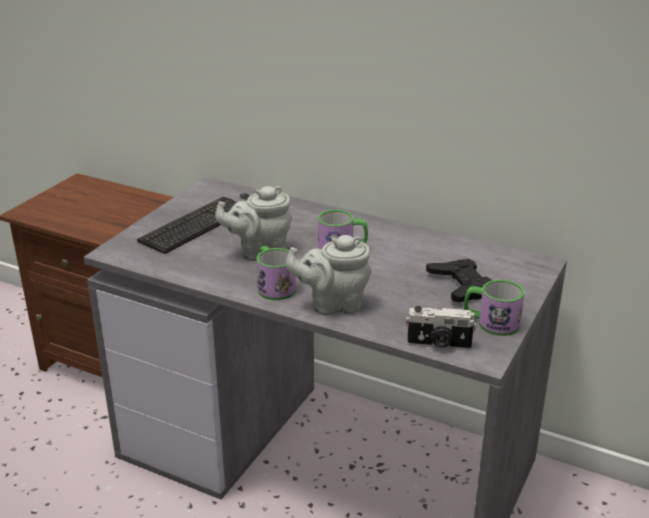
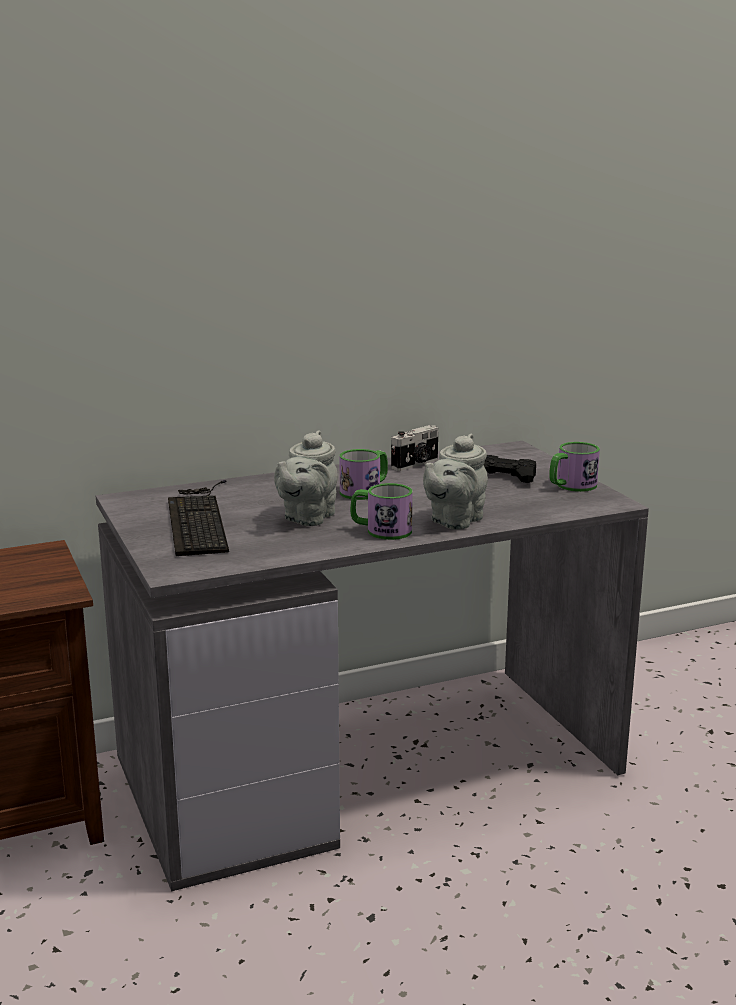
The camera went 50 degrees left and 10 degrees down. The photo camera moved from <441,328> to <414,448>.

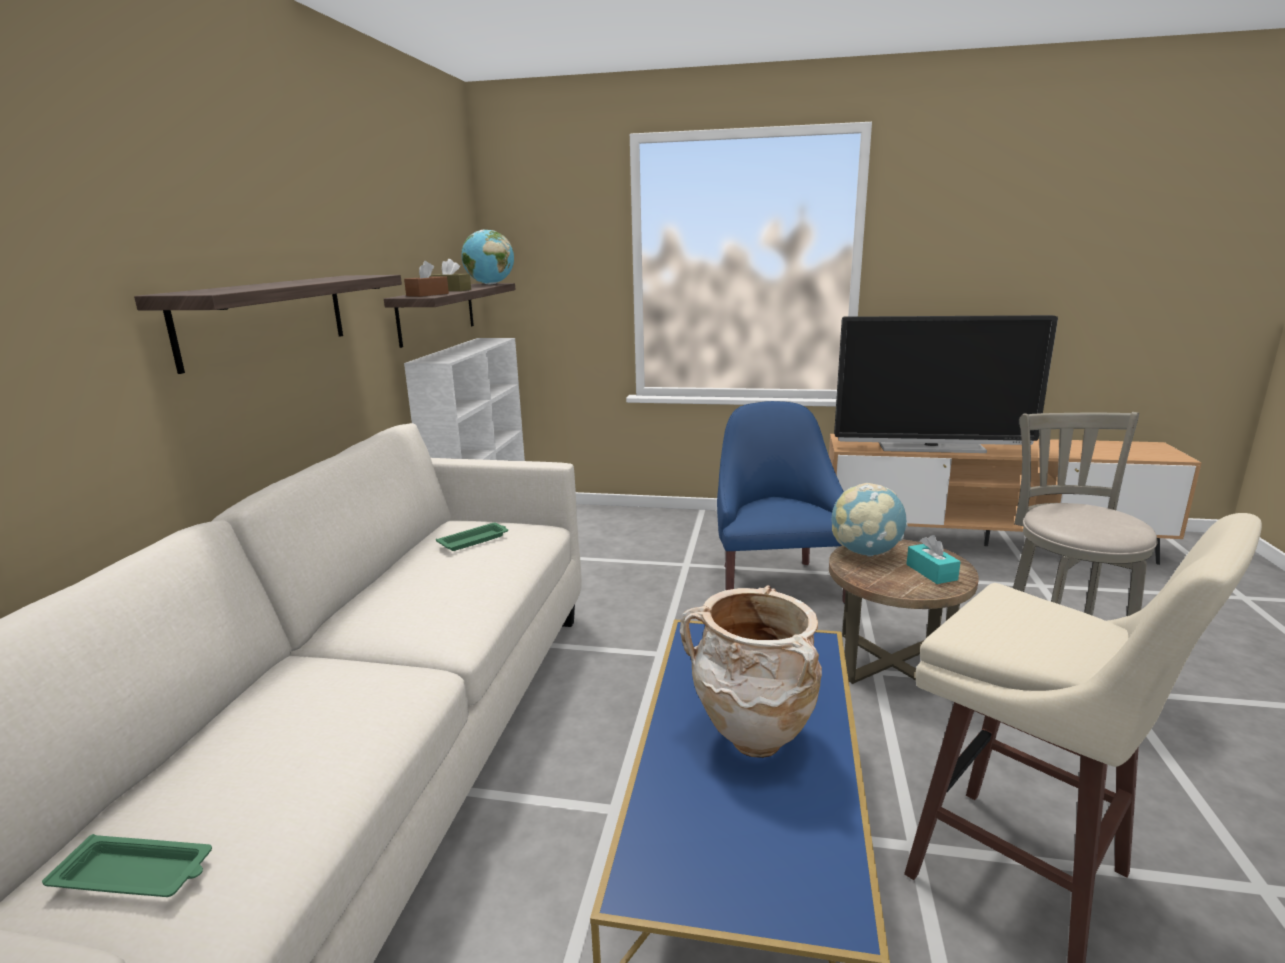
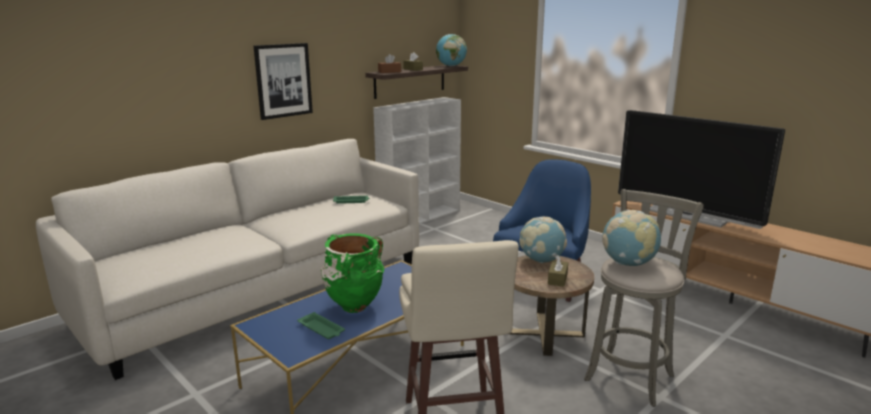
The camera went 35 degrees right and 0 degrees up. The tray (green) moved from <127,865> to <321,325>. The shelf at <268,324> was replaced by the picture at <283,81>. The vase (beige) at <751,671> became the vase (green) at <352,273>. The tissue box (turquoise) at <933,559> became the tissue box (brown) at <558,271>. The globe at <631,238> appeared.

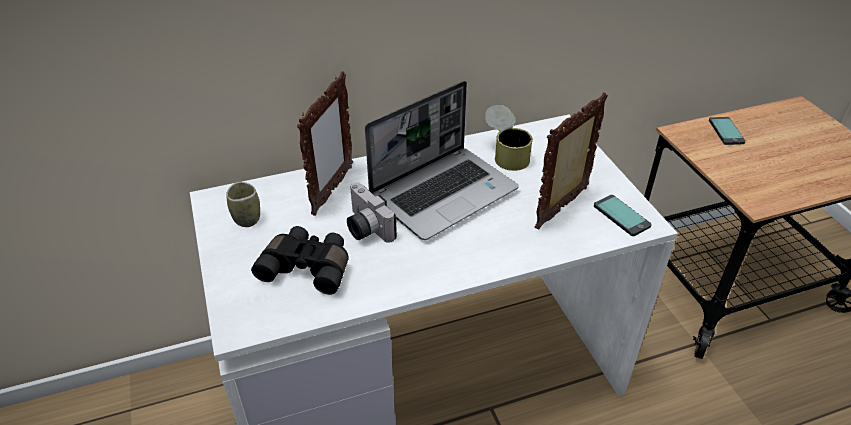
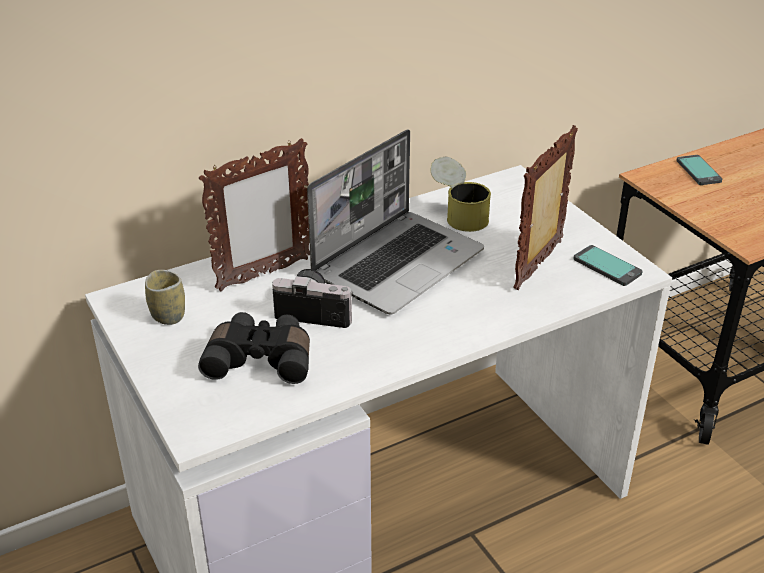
The camera went 10 degrees left and 5 degrees down. The picture frame at <325,143> turned 45 degrees clockwise. The photo camera at <372,213> turned 150 degrees clockwise.

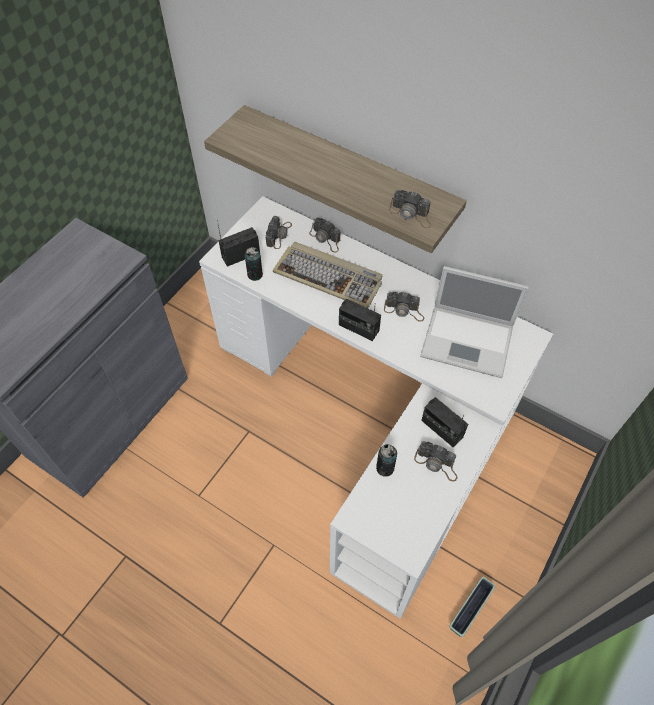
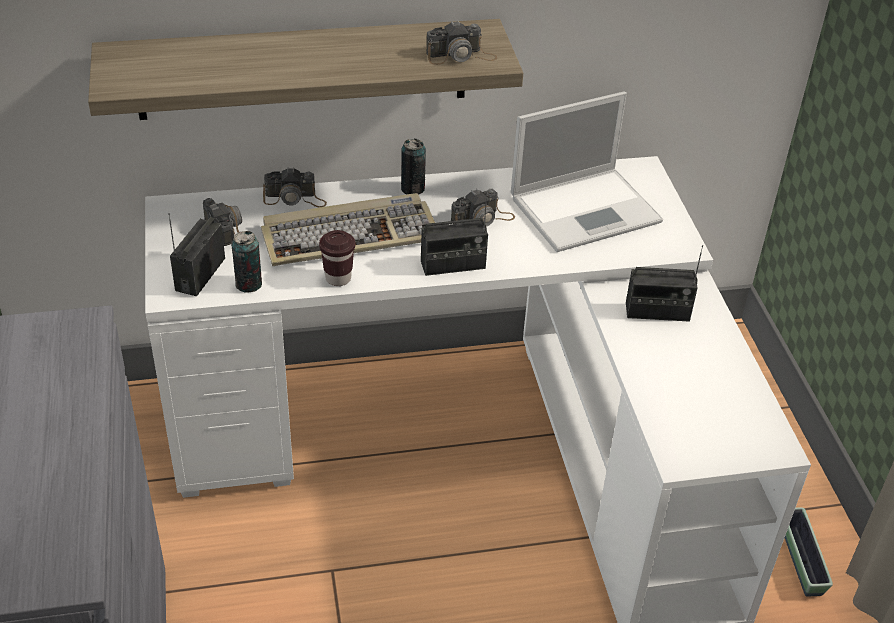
The camera went 45 degrees left and 15 degrees down. The can moved from <386,460> to <413,166>. The photo camera at <436,461> disappeared. The cup (brown) at <337,258> appeared.

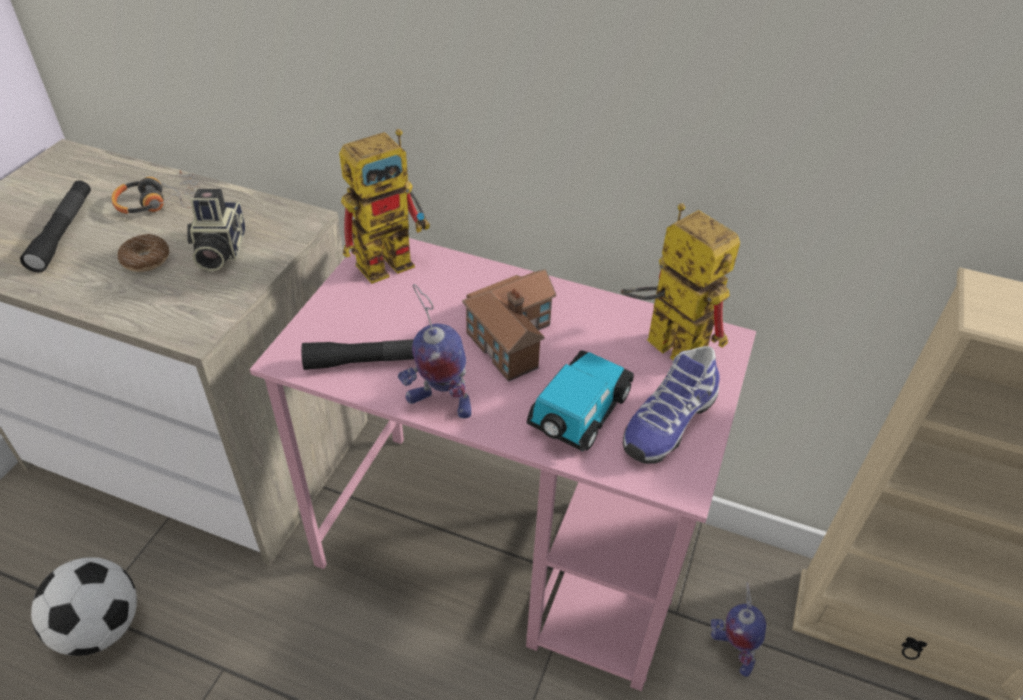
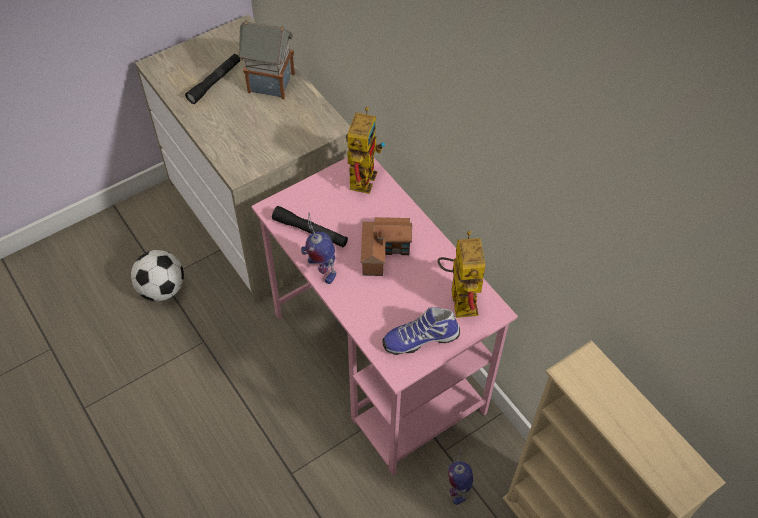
The camera went 35 degrees right and 10 degrees up. The headphones at <156,192> was replaced by the toy house at <266,59>. The donut at <143,253> disappeared. The photo camera at <216,230> disappeared. The toy robot at <384,206> turned 75 degrees counterclockwise. The toy car at <580,400> disappeared.

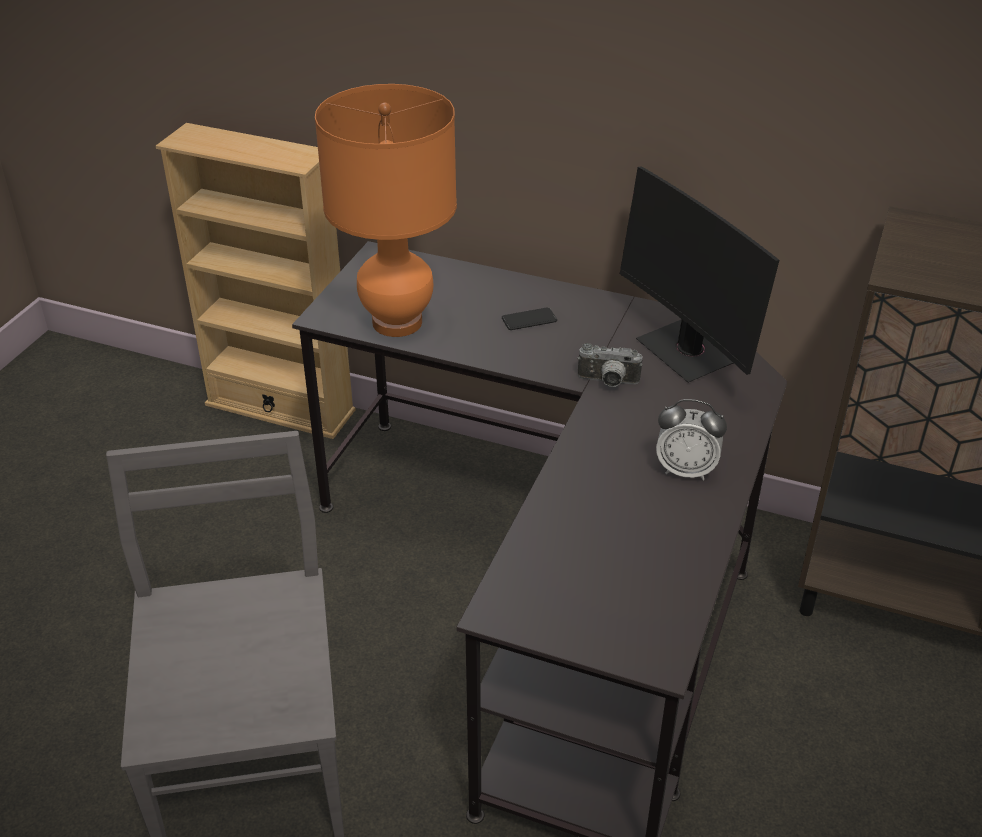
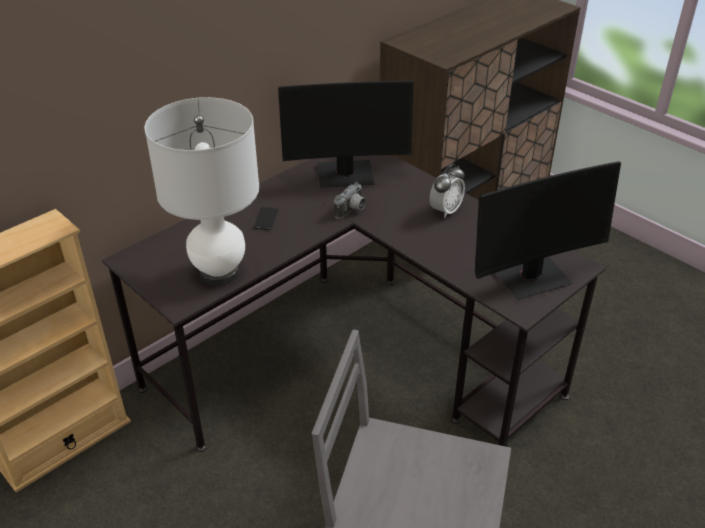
The camera went 65 degrees left and 0 degrees up. The table lamp (orange) at <386,210> became the table lamp (white) at <201,191>. The monitor at <548,230> appeared.

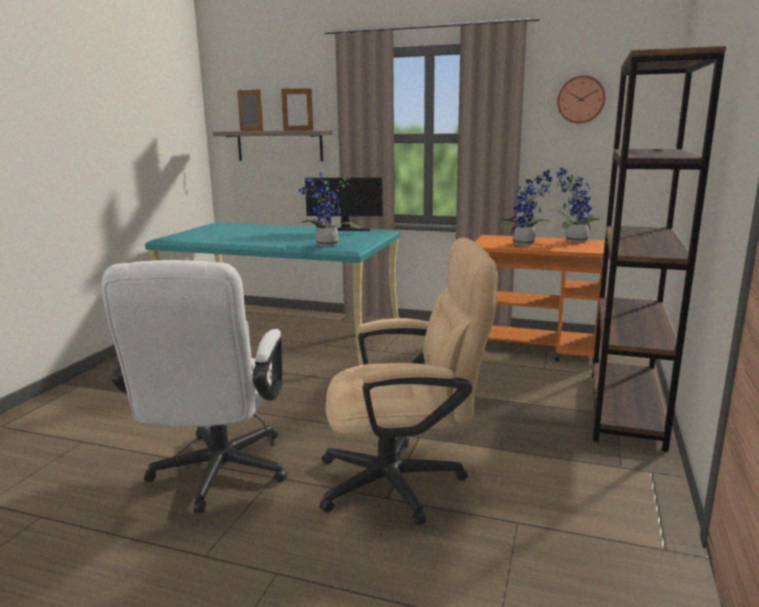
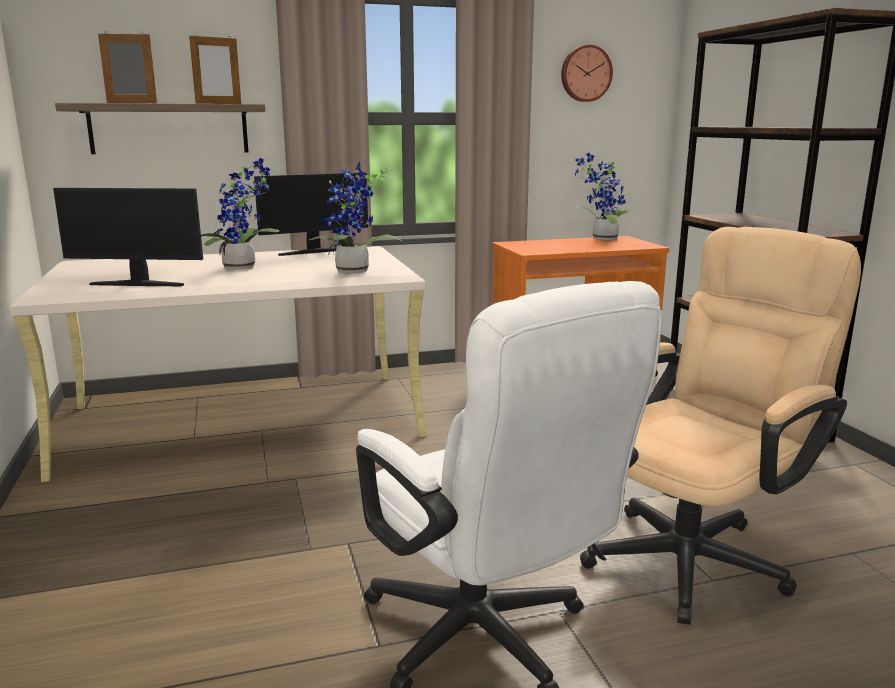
The camera went 35 degrees left and 0 degrees up. The desk (turquoise) at <272,293> became the desk (beige) at <217,364>. The potted plant moved from <526,208> to <240,214>. The monitor at <128,237> appeared.

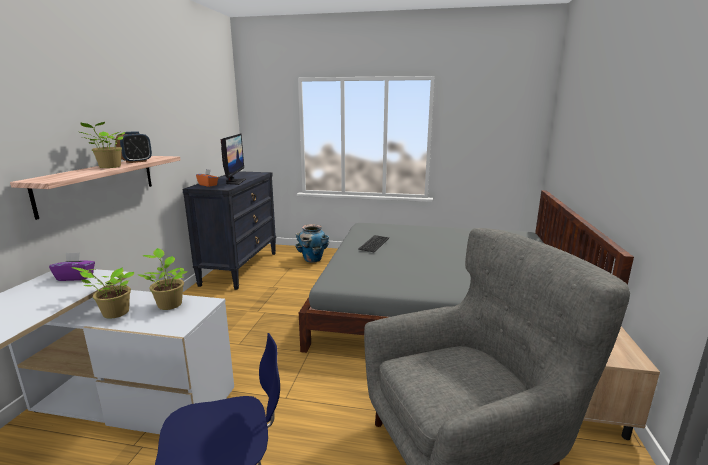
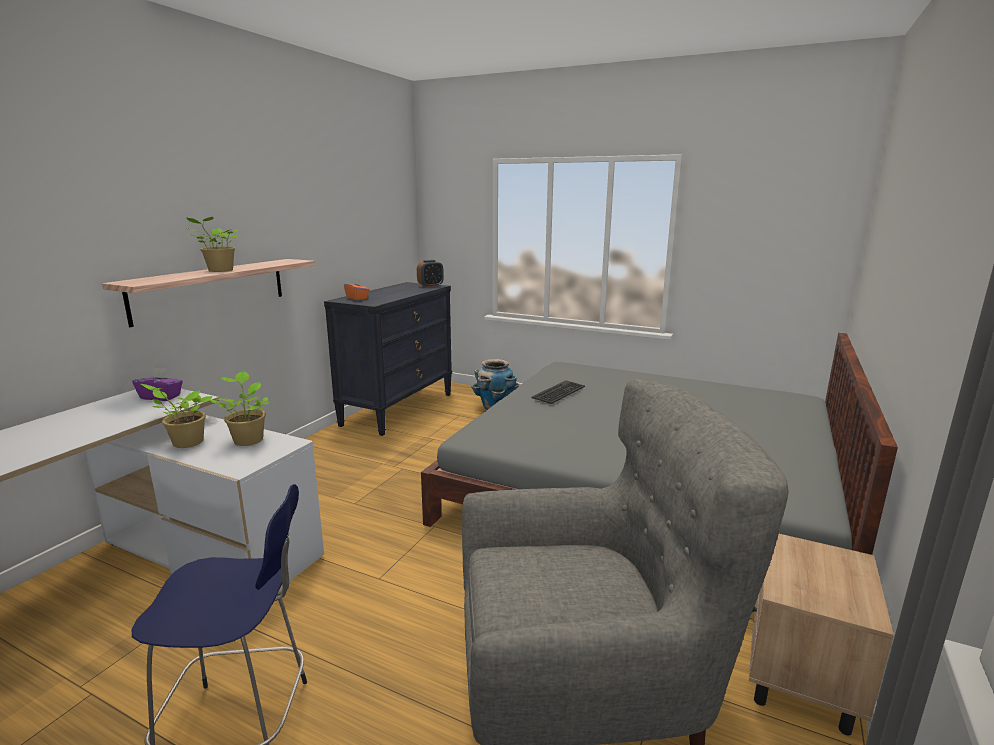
The camera went 15 degrees right and 0 degrees up. The alarm clock moved from <133,147> to <430,273>. The monitor at <233,159> disappeared.

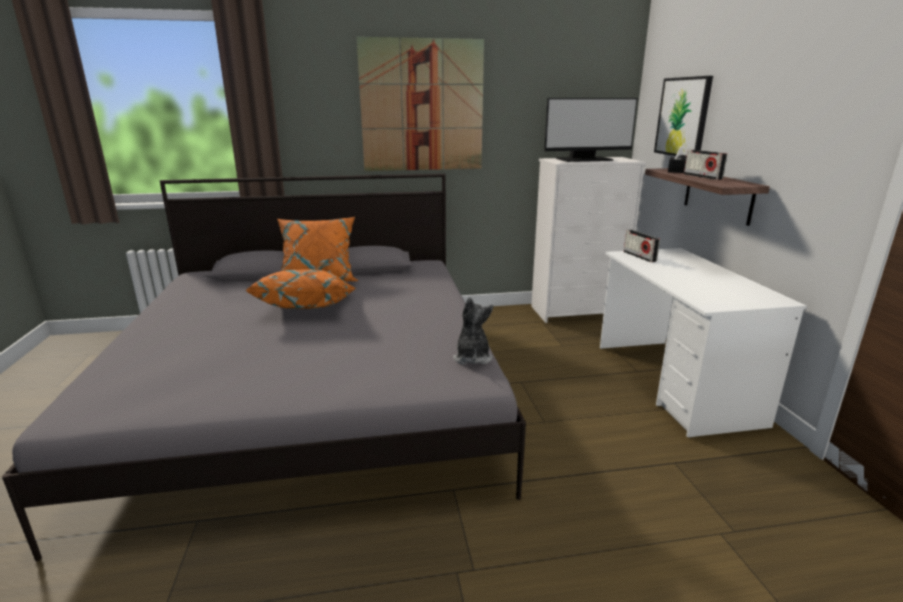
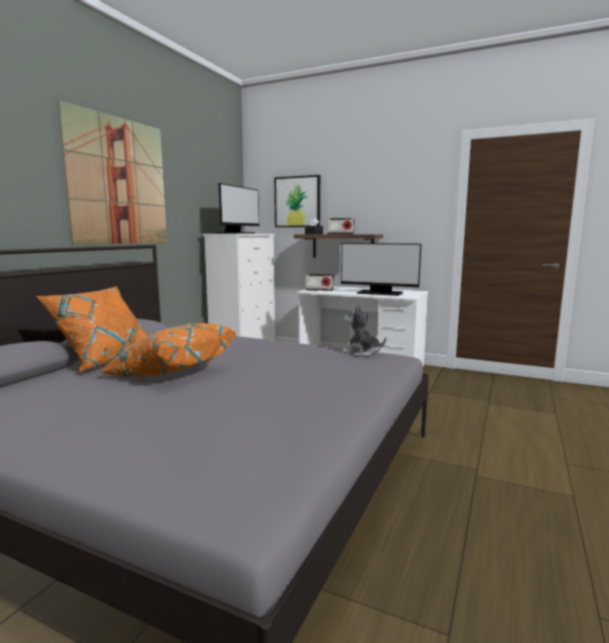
The camera went 55 degrees left and 10 degrees down. The monitor at <381,269> appeared.

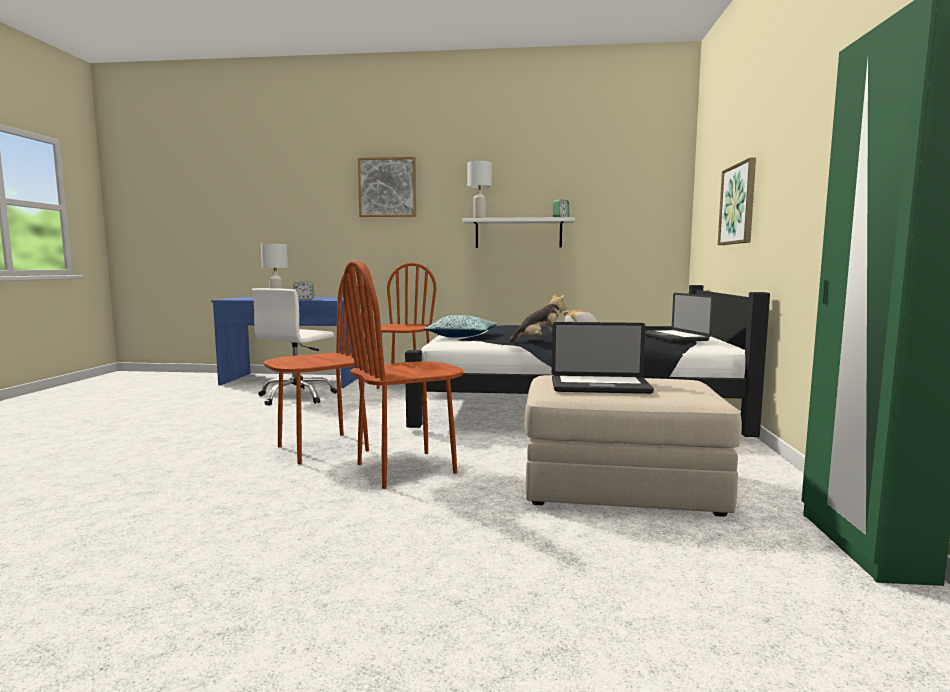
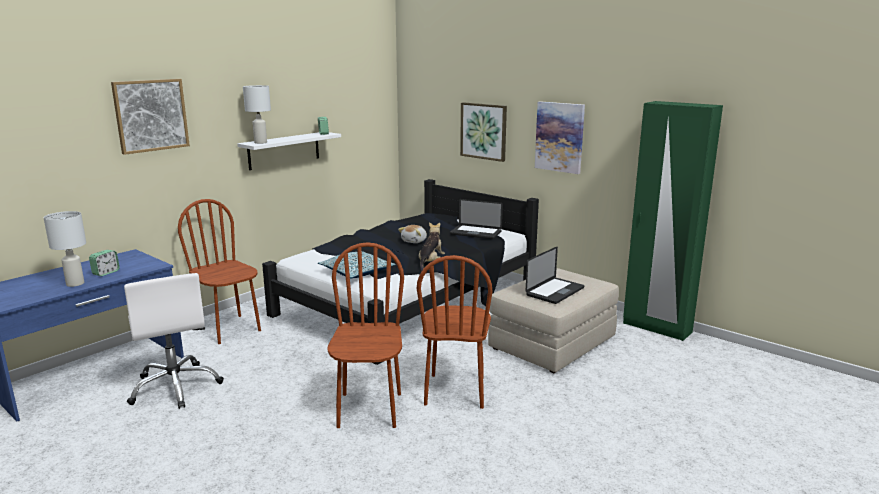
The camera went 55 degrees left and 10 degrees up. The picture at <560,137> appeared.

